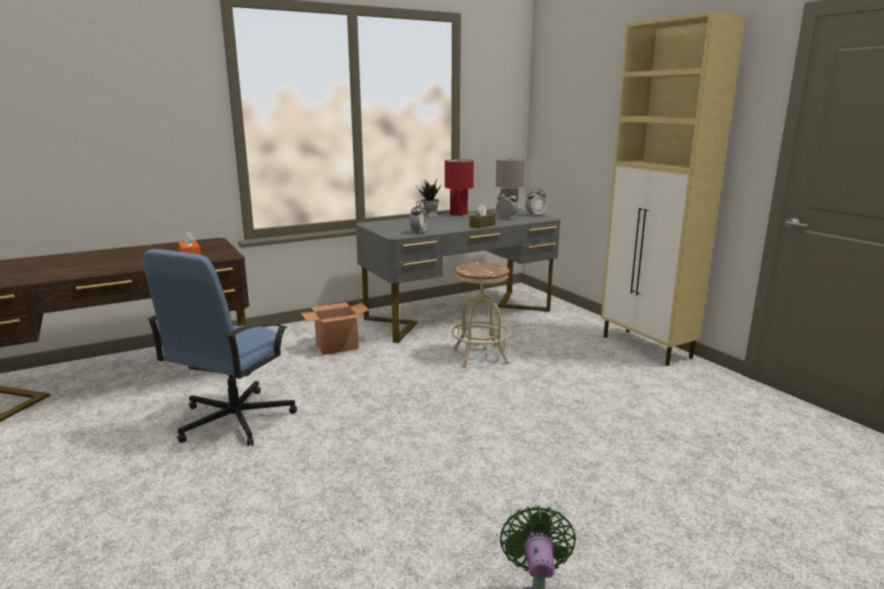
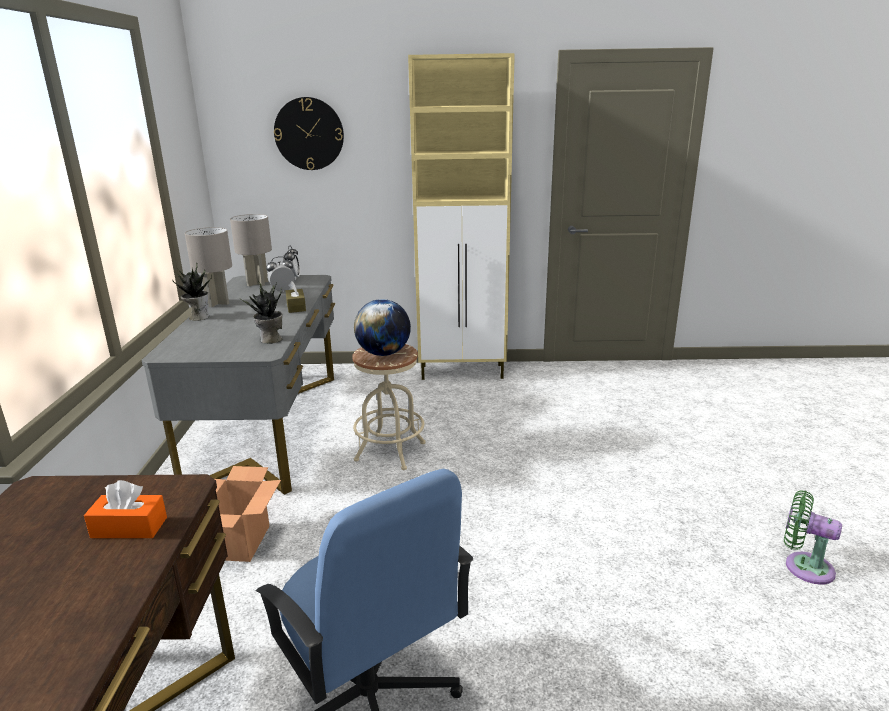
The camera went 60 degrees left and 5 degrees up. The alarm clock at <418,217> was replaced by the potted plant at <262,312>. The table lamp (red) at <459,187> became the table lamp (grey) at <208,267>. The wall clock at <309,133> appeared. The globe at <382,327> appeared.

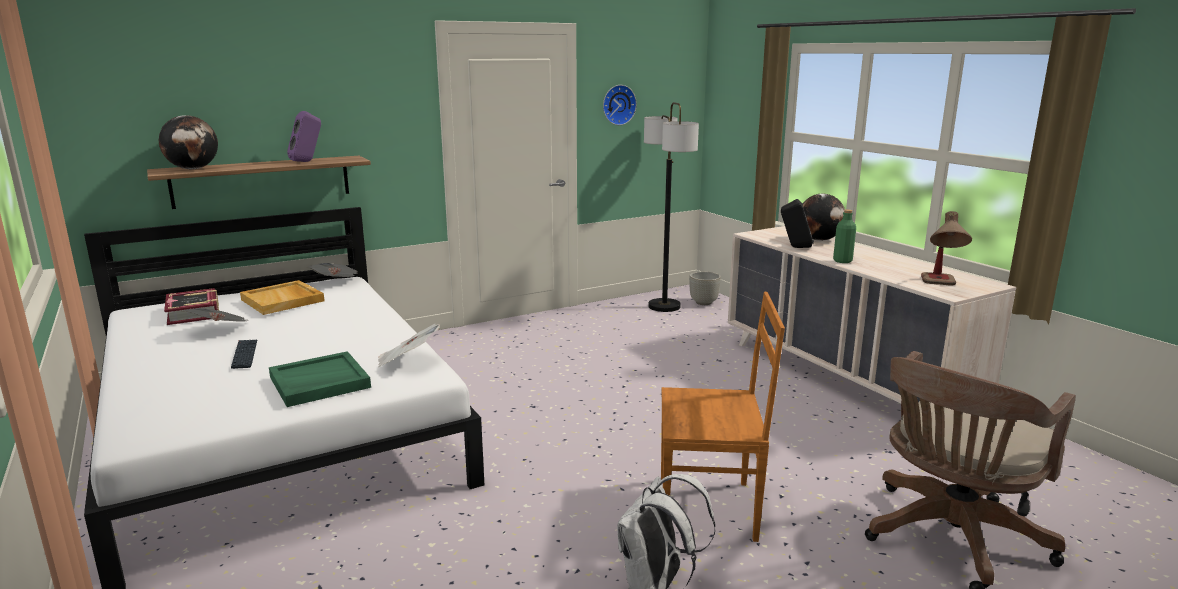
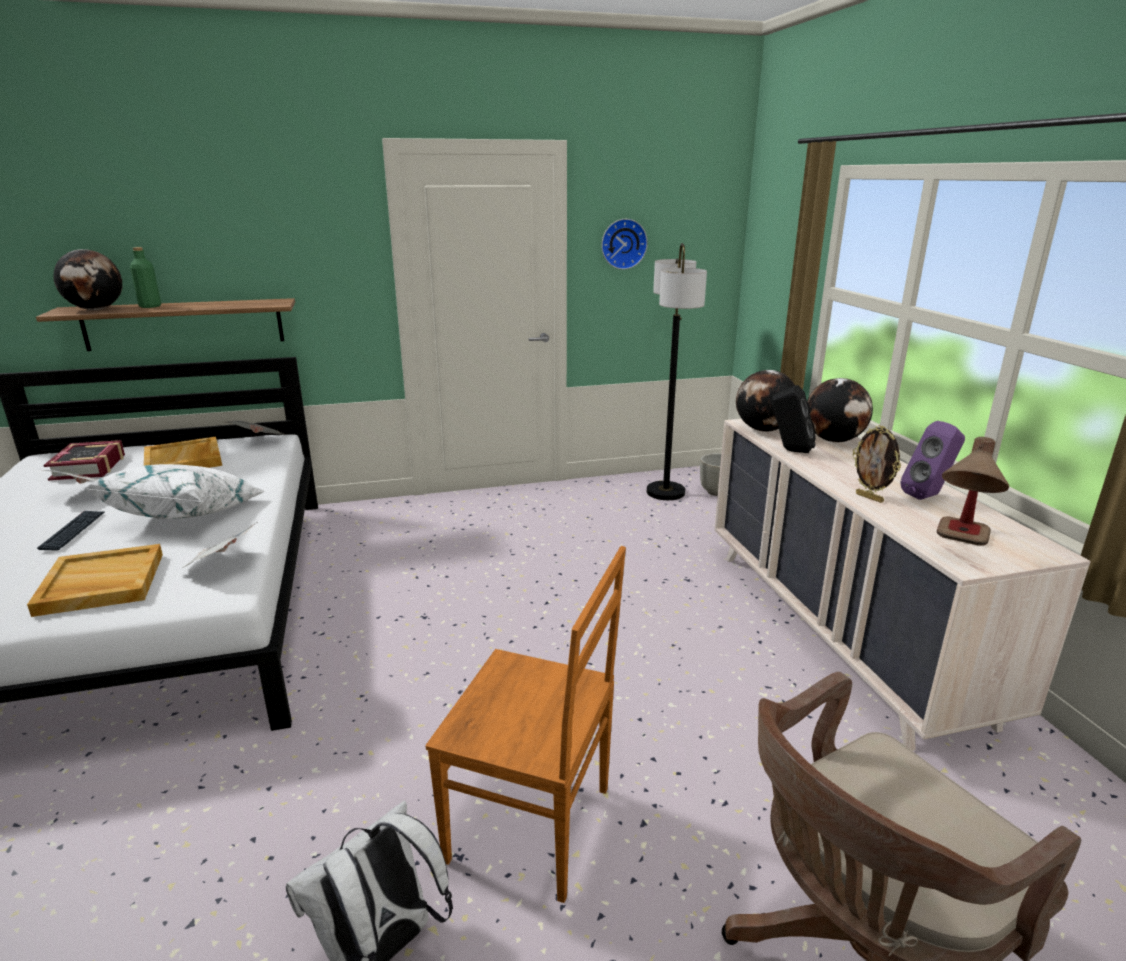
The camera went 15 degrees right and 5 degrees up. The tray (green) at <320,379> became the tray (beige) at <95,580>. The speaker (purple) moved from <304,136> to <932,460>. The bottle (green) moved from <844,236> to <145,277>. The pillow (white) at <175,491> appeared. The globe at <765,401> appeared. The picture frame at <876,464> appeared.

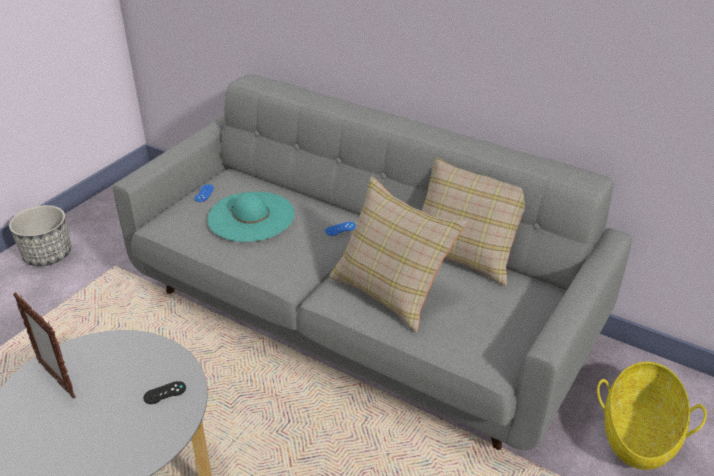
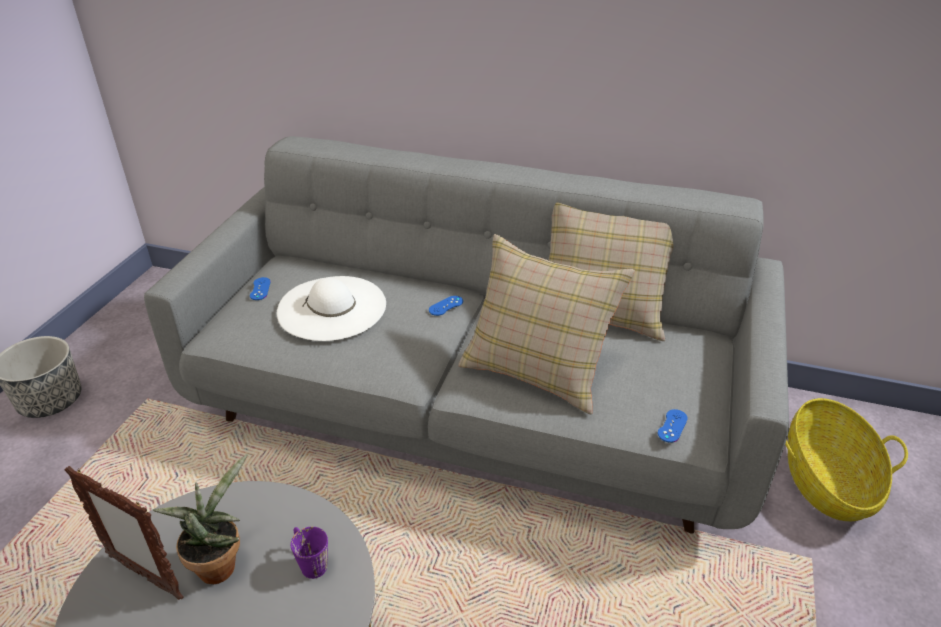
The camera went 15 degrees left and 0 degrees up. The game controller (black) at <164,392> was replaced by the mug (purple) at <309,553>. The hat (turquoise) at <251,217> became the hat (white) at <331,308>. The potted plant at <200,519> appeared. The game controller (blue) at <673,426> appeared.

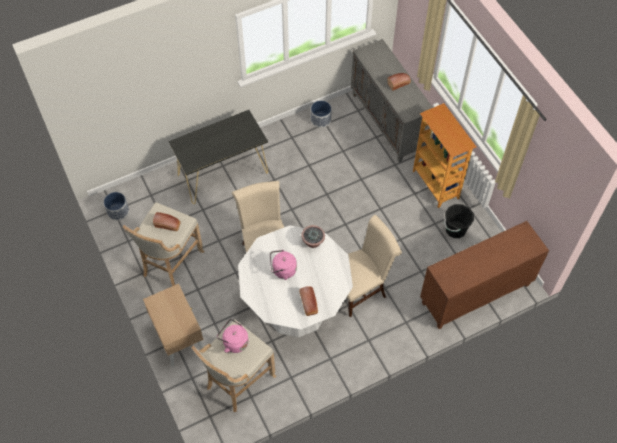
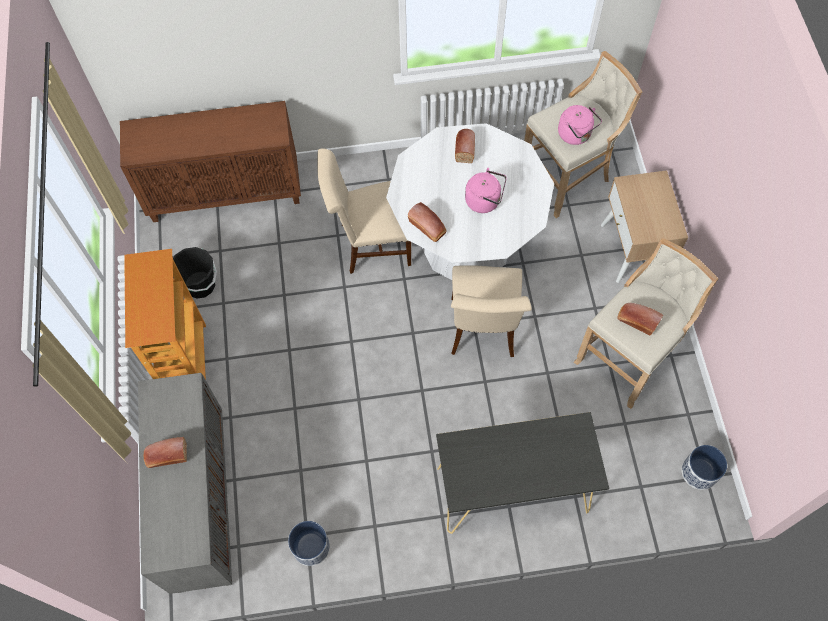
The camera went 160 degrees left and 5 degrees up. The potted plant at <313,236> was replaced by the bread at <427,222>.

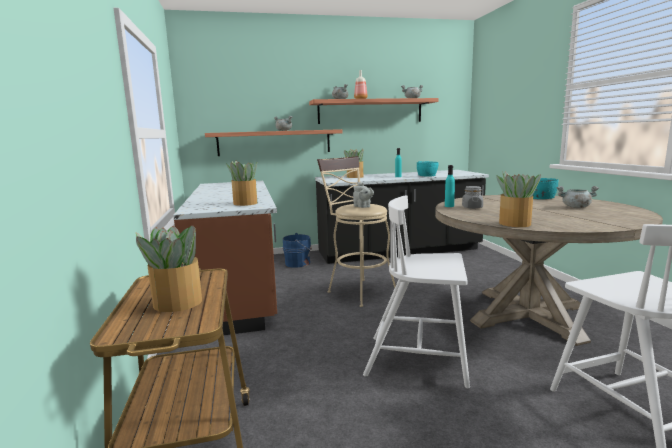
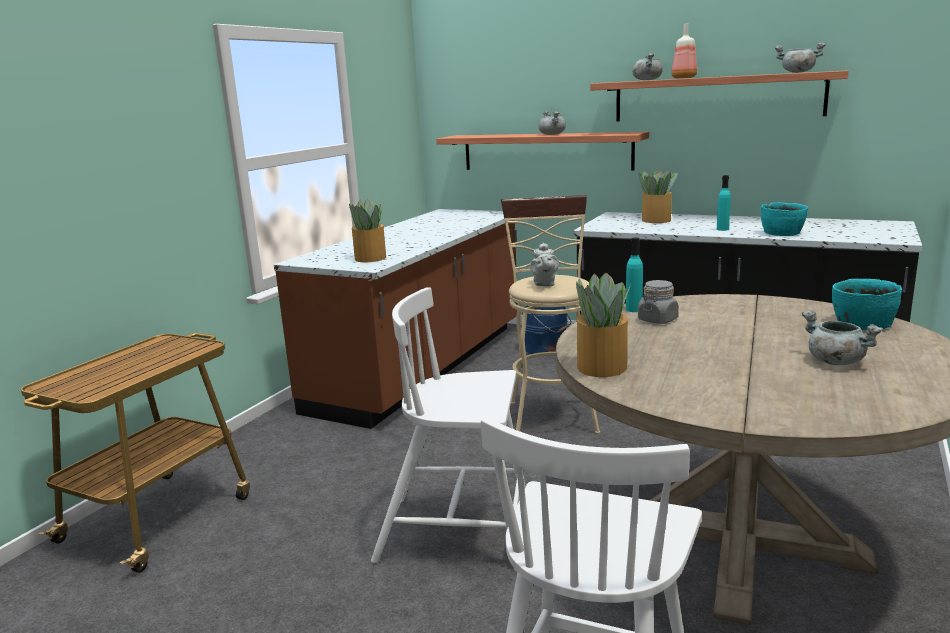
The camera went 40 degrees right and 5 degrees up. The potted plant at <169,268> disappeared. The chair (white) at <416,292> turned 45 degrees counterclockwise.

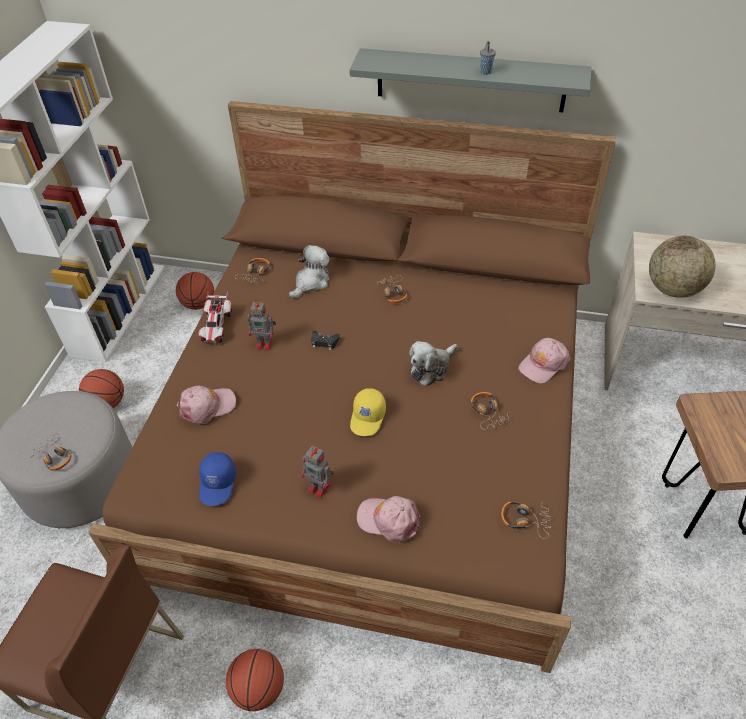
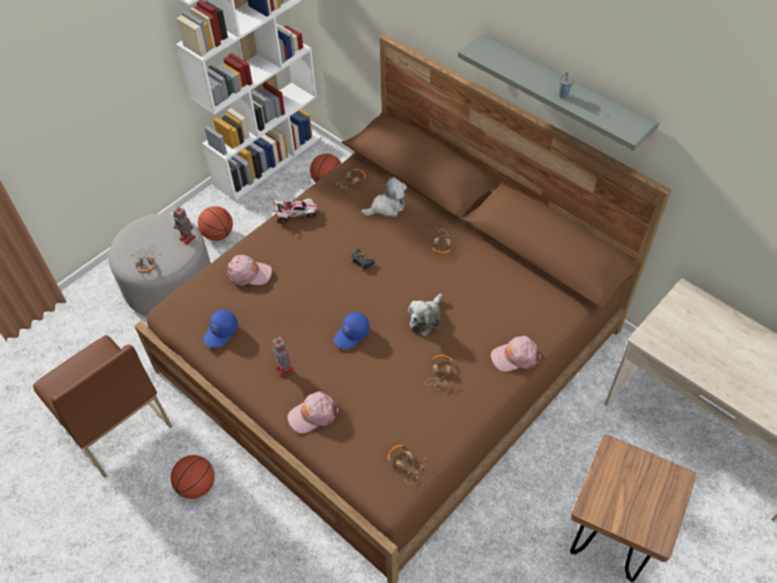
The camera went 30 degrees right and 5 degrees up. The toy car at <215,317> turned 135 degrees counterclockwise. The toy robot moved from <261,325> to <184,226>. The cap (yellow) at <368,412> became the cap (blue) at <352,330>. The cap (pink) at <389,519> turned 75 degrees counterclockwise. The plush toy at <433,363> turned 45 degrees counterclockwise. The globe at <682,267> disappeared.

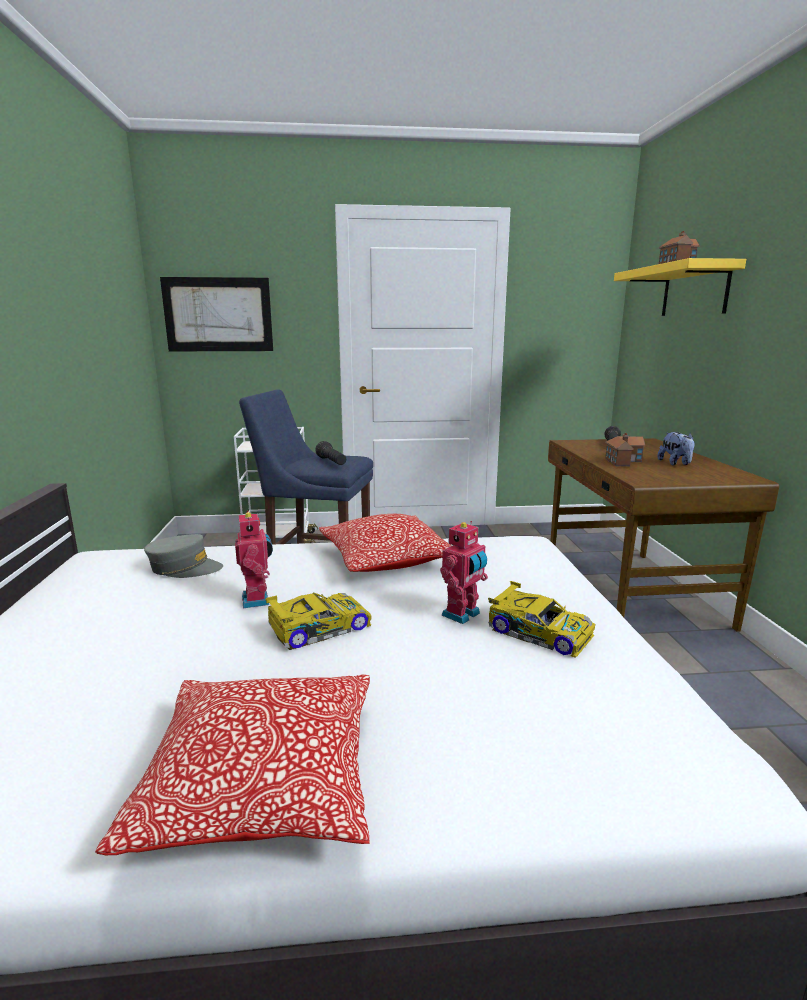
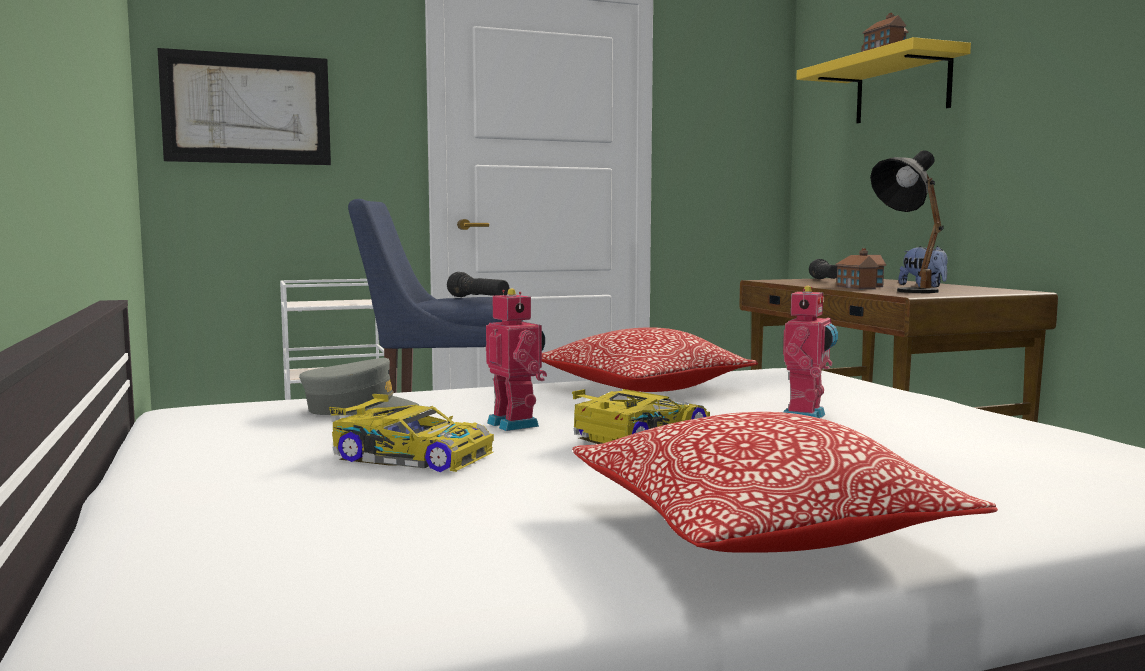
The camera went 15 degrees left and 10 degrees down. The toy car moved from <541,619> to <411,433>. The table lamp (black) at <907,221> appeared.

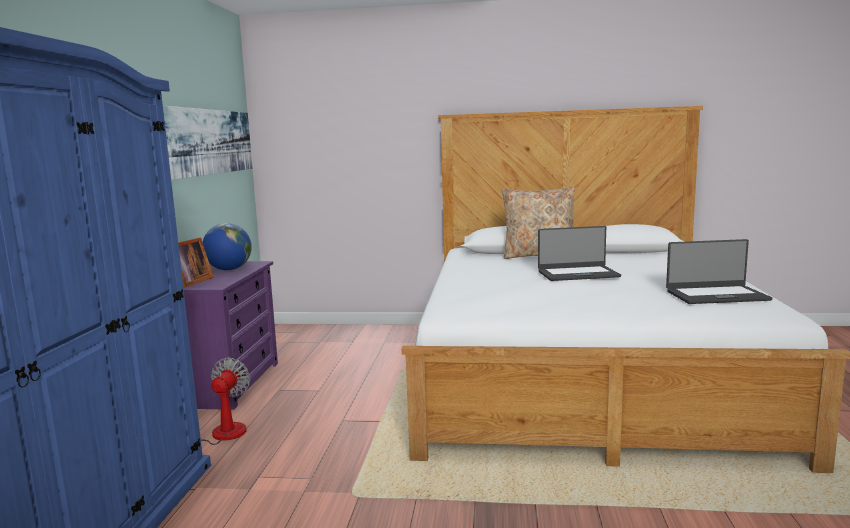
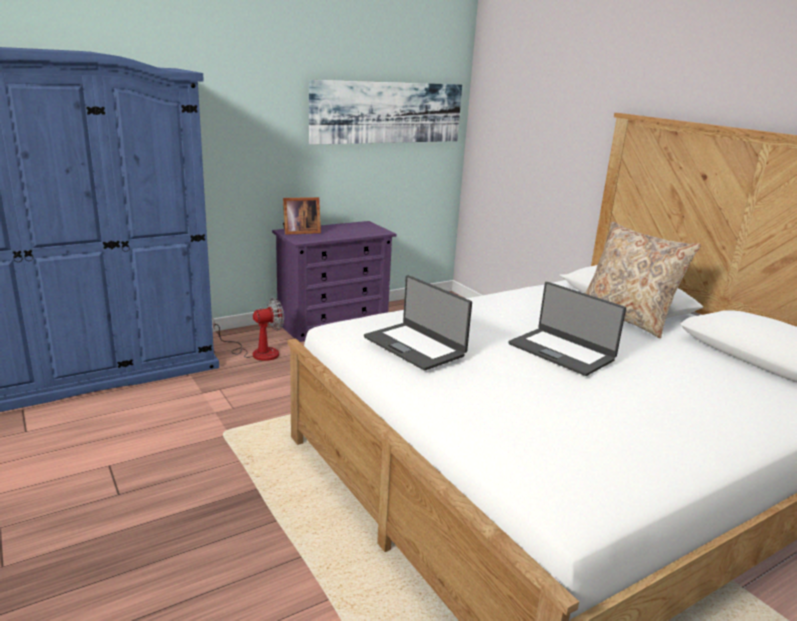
The camera went 50 degrees right and 10 degrees up. The globe at <227,246> disappeared. The laptop moved from <719,271> to <418,323>.

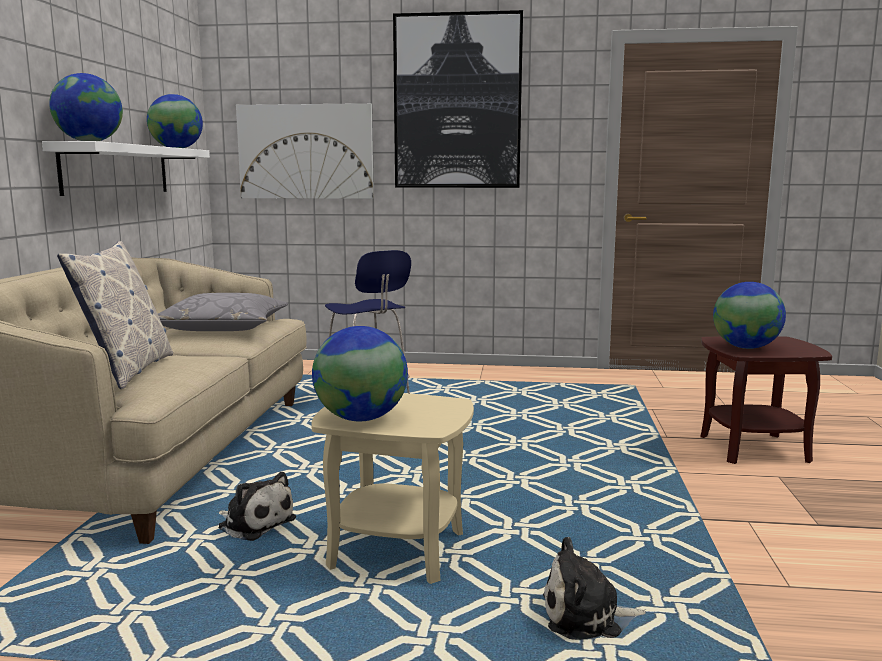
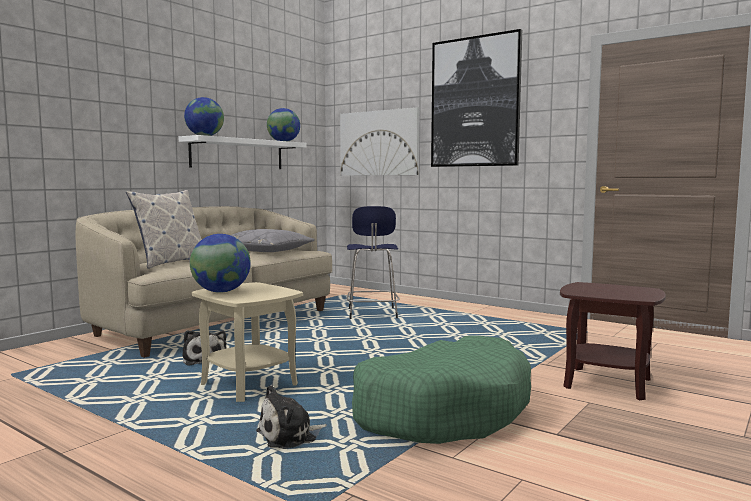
The camera went 30 degrees right and 5 degrees down. The plush toy at <594,588> turned 60 degrees counterclockwise. The globe at <749,315> disappeared. The dog bed (green) at <441,390> appeared.

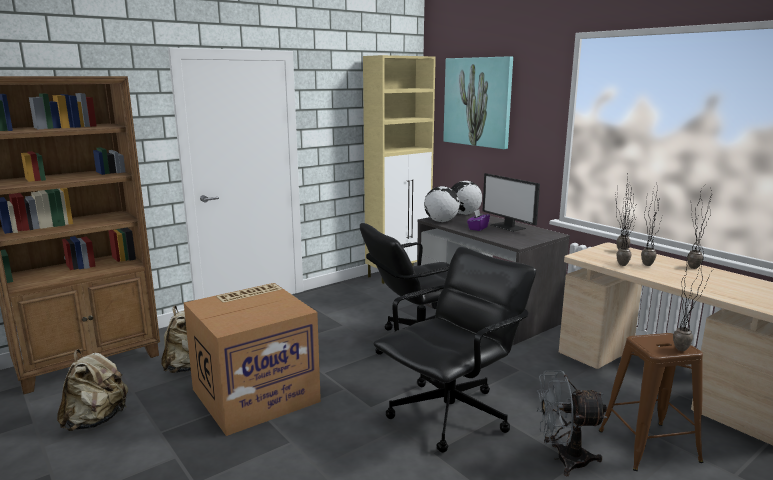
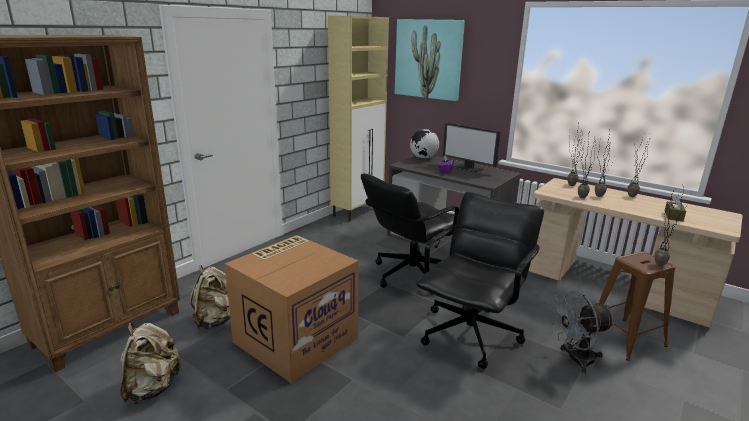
The camera went 15 degrees left and 5 degrees up. The globe at <442,204> disappeared. The tissue box (brown) at <675,208> appeared.

